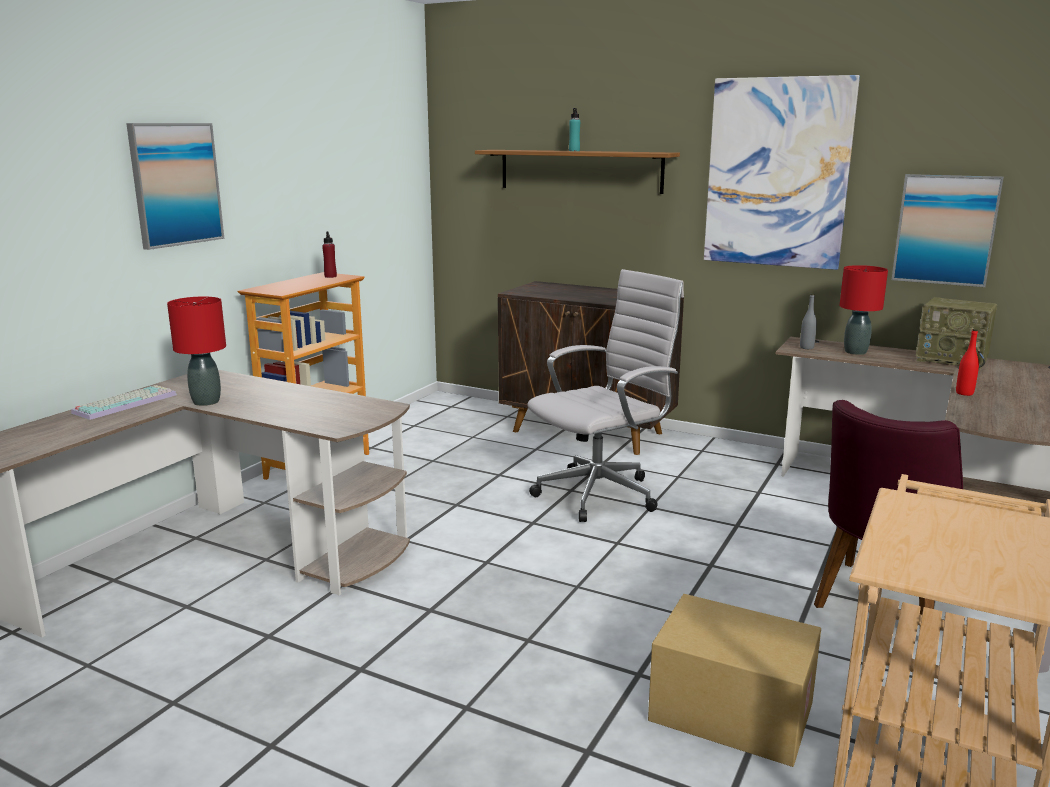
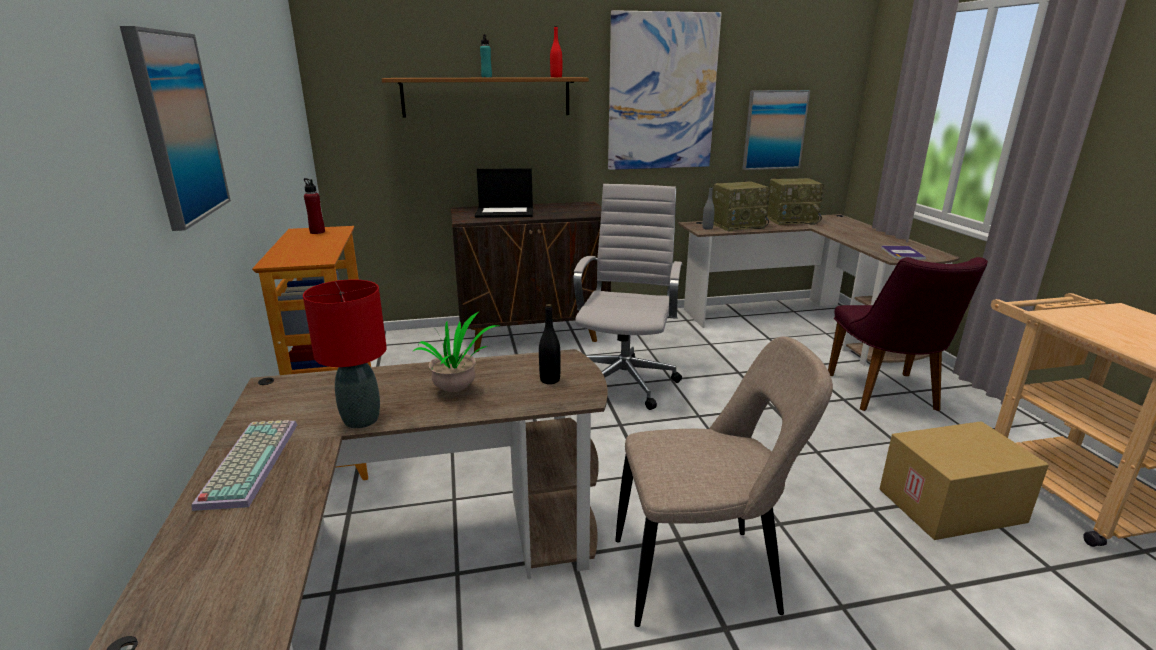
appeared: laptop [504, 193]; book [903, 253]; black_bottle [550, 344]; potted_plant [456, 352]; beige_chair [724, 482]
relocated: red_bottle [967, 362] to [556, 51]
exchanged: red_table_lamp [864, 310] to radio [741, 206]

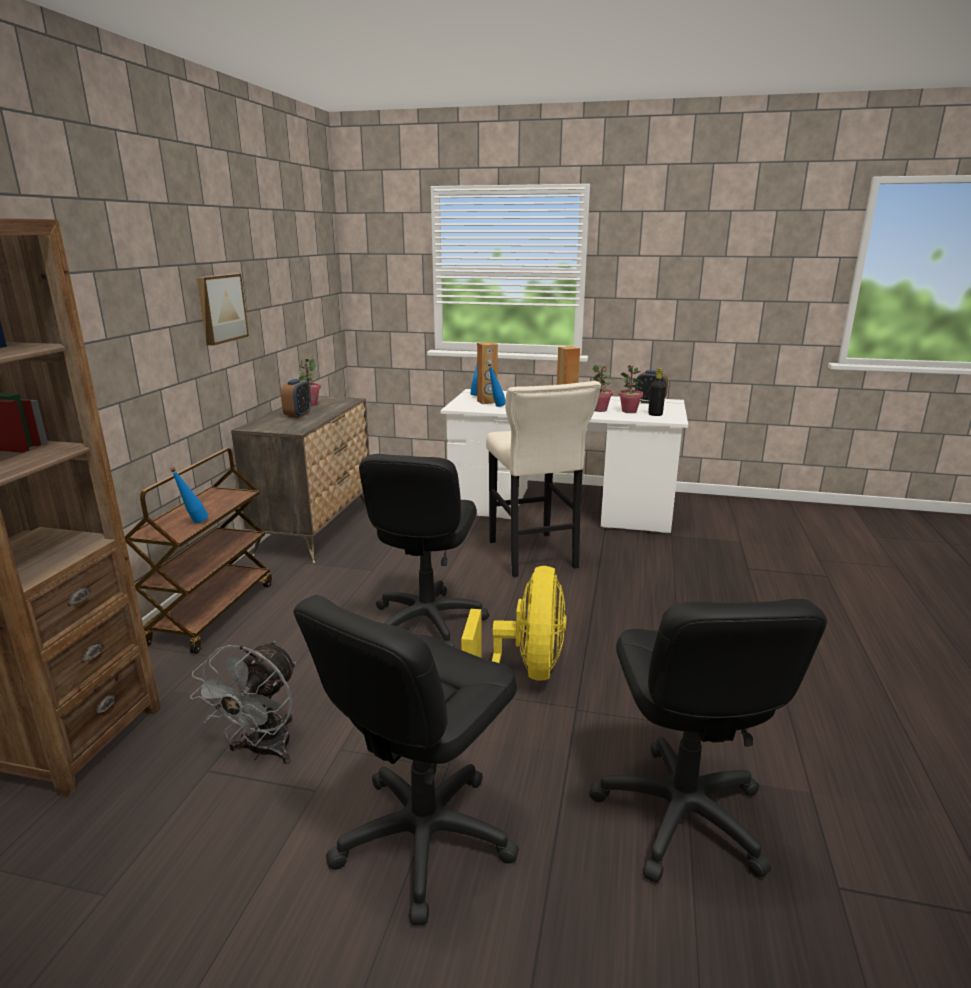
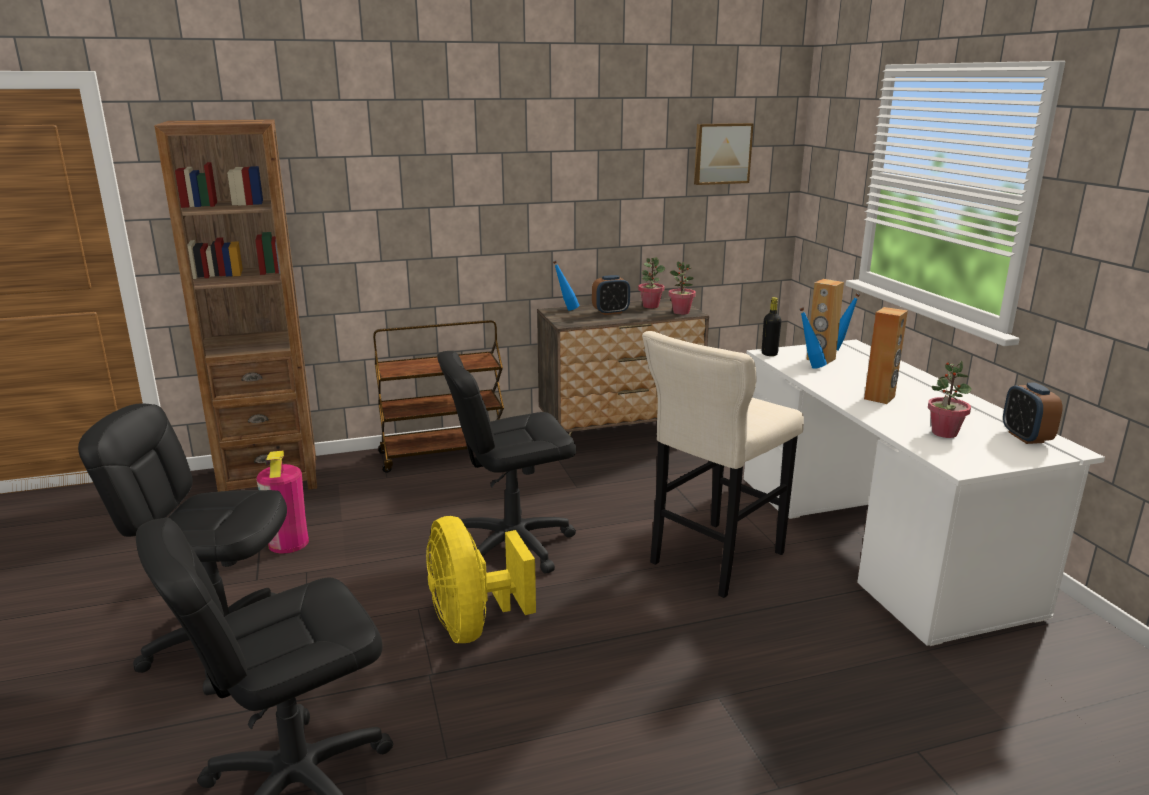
relocated: picture [223, 310] to [724, 154]; potted_plant [603, 388] to [682, 288]; black_bottle [657, 392] to [772, 326]; blue_bottle [189, 495] to [566, 286]
exchanged: grey_fan [243, 702] to fire_extinguisher [282, 502]
spun: yellow_fan [514, 623] = [481, 579] 90 degrees clockwise

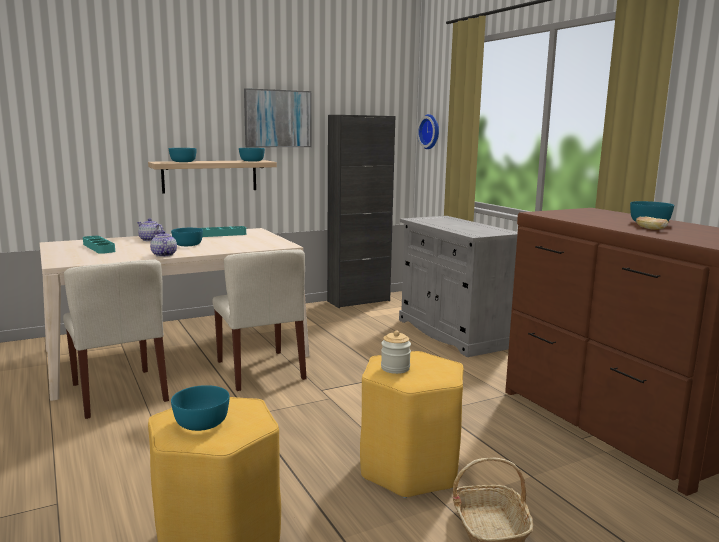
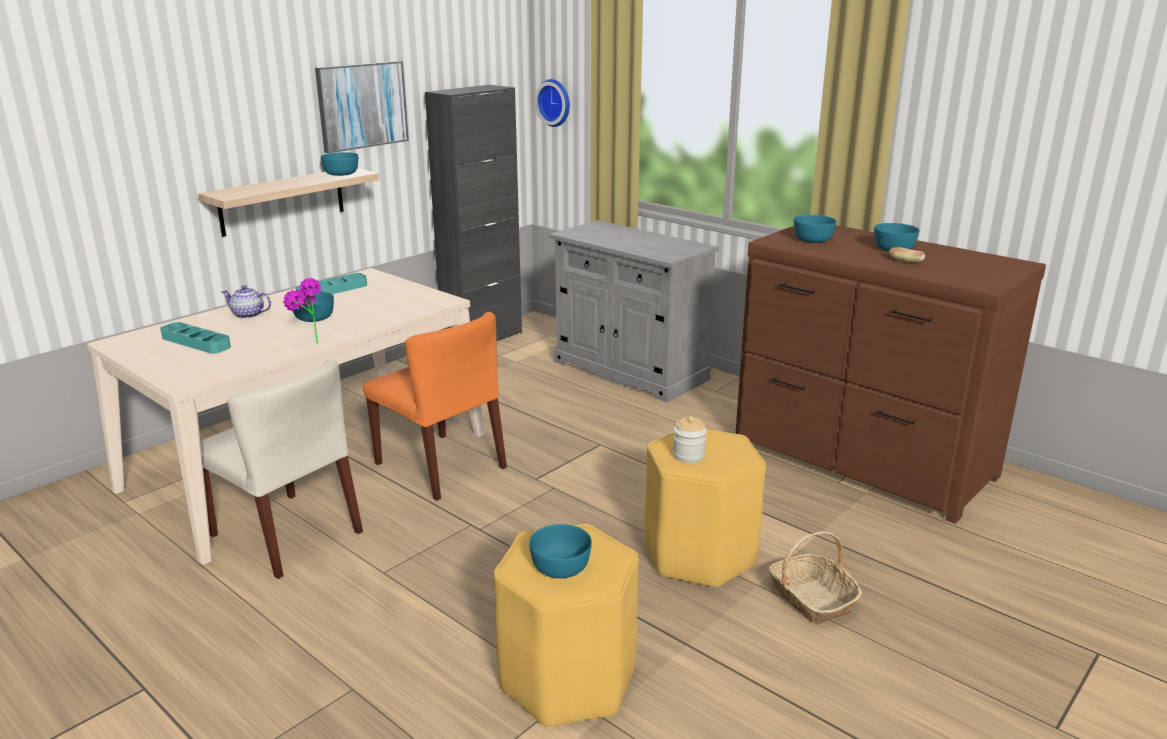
relocated: turquoise_bowl [183, 155] to [815, 229]
exchanged: teapot [163, 244] to potted_plant [302, 311]
colour: beige_chair [259, 320] to orange_chair [435, 406]

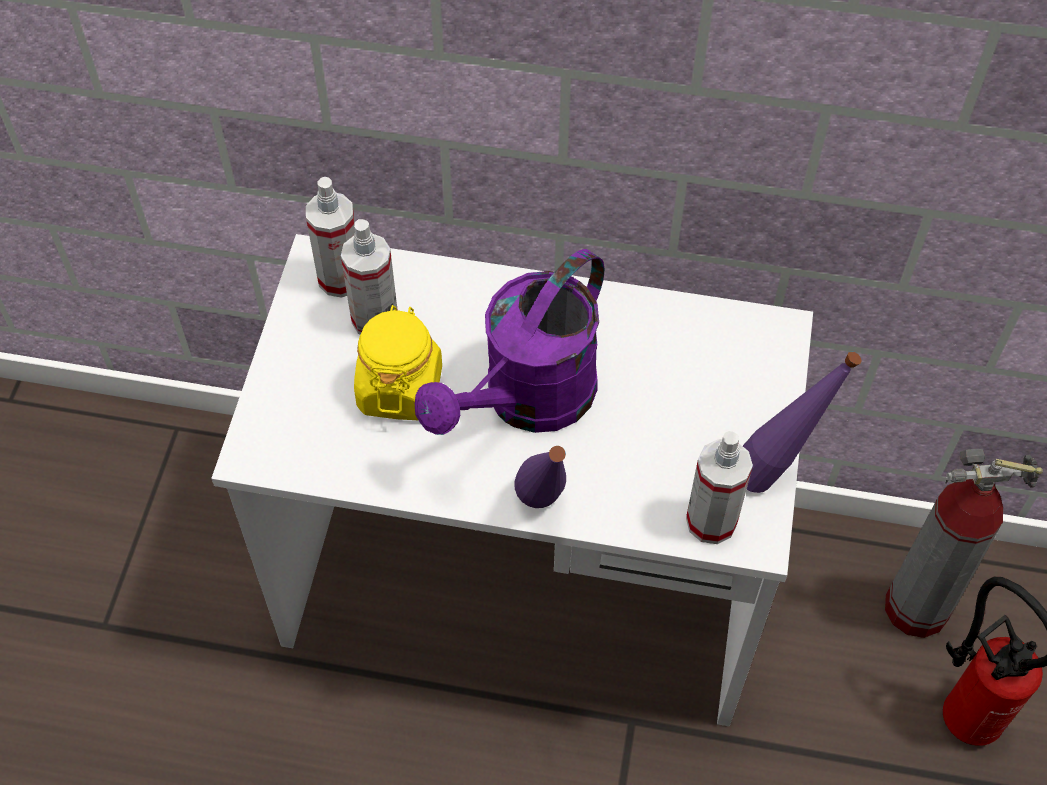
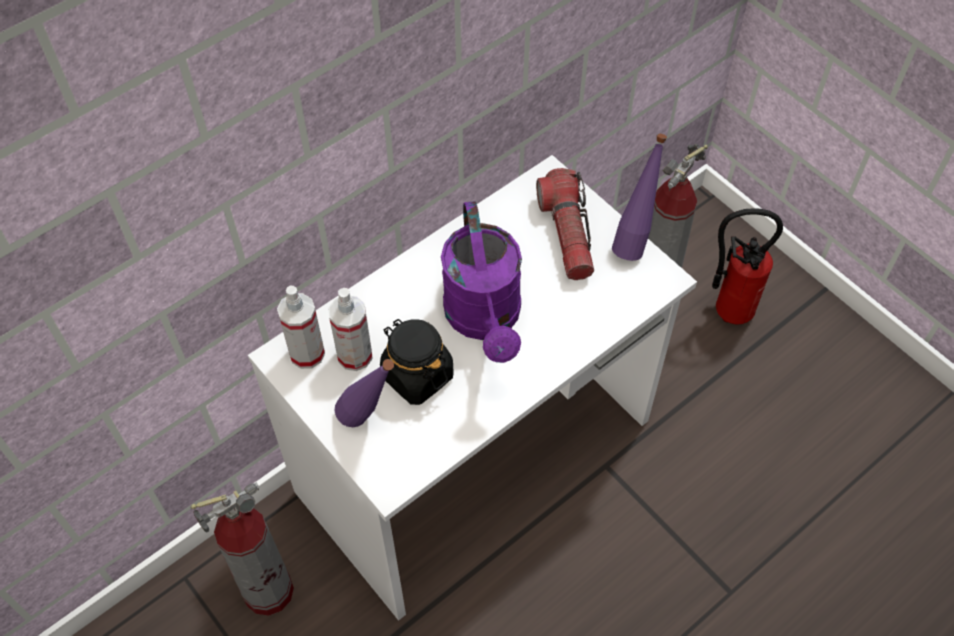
missing: spray_bottle [719, 487]
appeared: flashlight [565, 224]; fire_extinguisher [242, 549]
relocated: purple_bottle [540, 477] to [364, 393]
colour: yellow_jar [398, 363] to black_jar [417, 362]

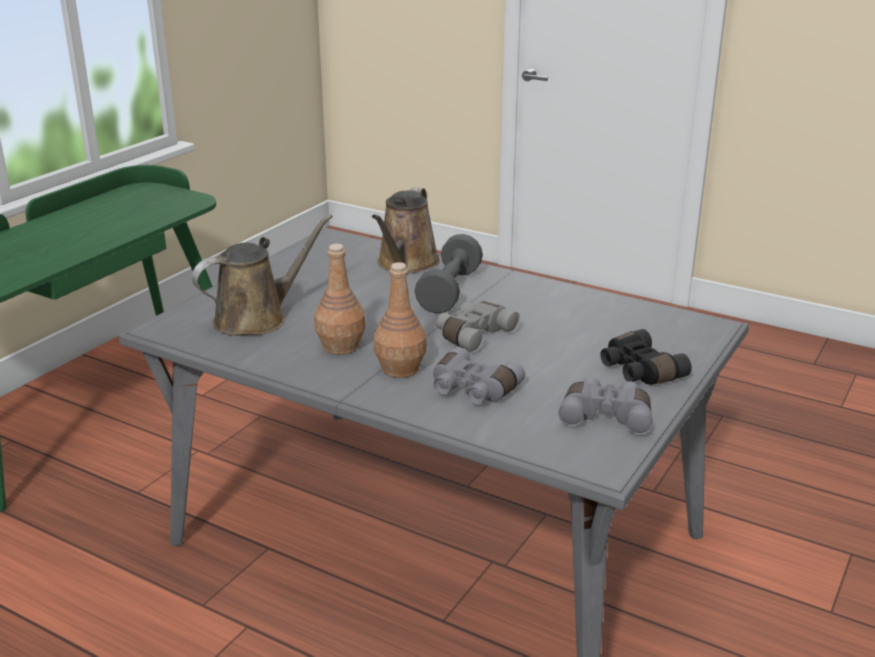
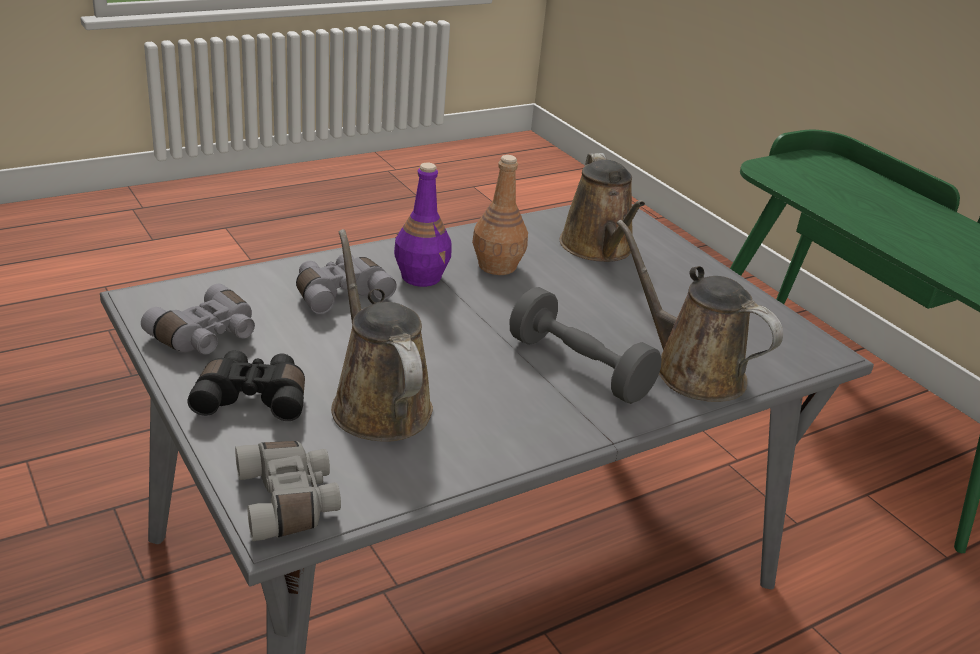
appeared: brown_watering_can [382, 335]
relocated: grey_binoculars [478, 326] to [288, 491]
colour: brown_bottle [400, 320] to purple_bottle [423, 225]

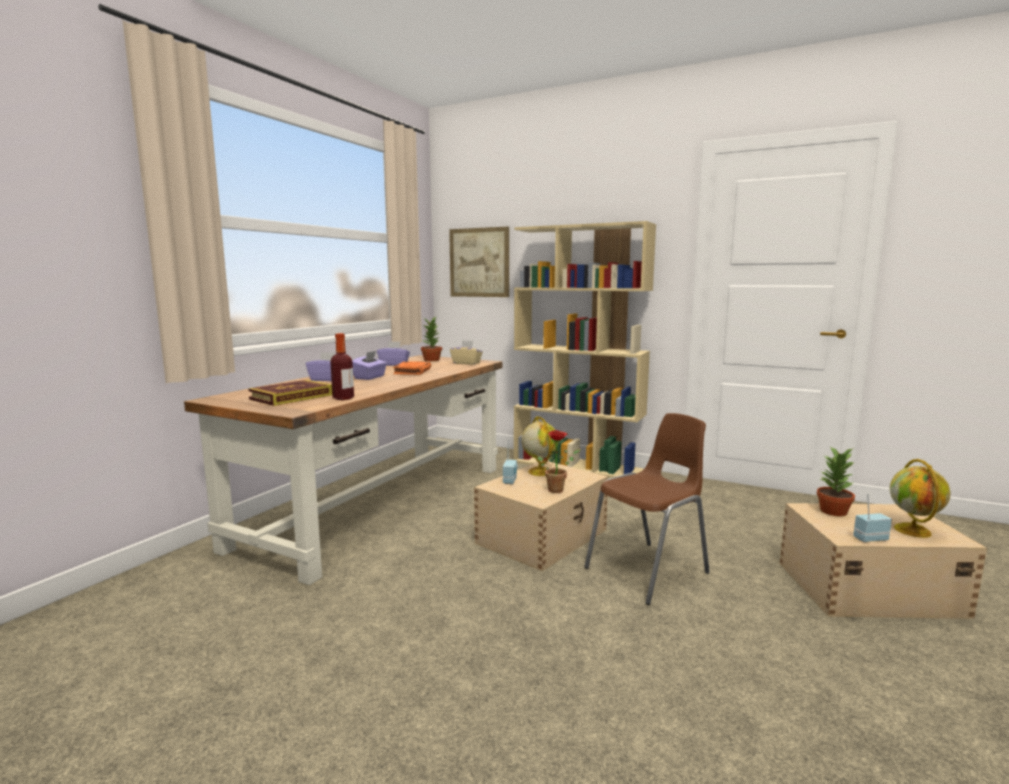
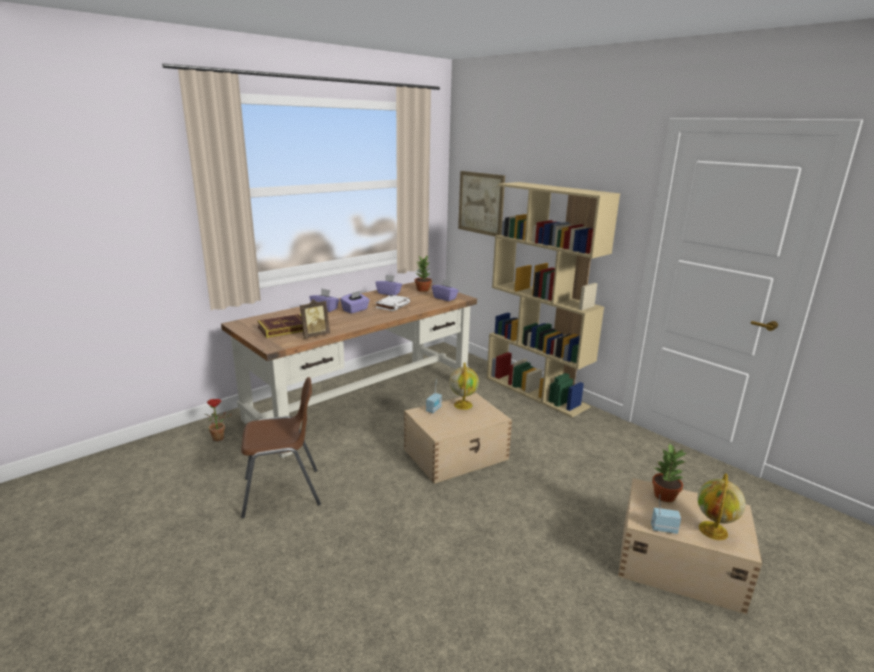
relocated: brown_chair [647, 509] to [281, 447]; potted_plant [559, 461] to [218, 420]
exchanged: bottle [342, 366] to picture_frame [315, 319]
colour: beige_tissue_box [466, 352] to purple_tissue_box [445, 290]; orange_book [412, 368] to white_book [392, 303]

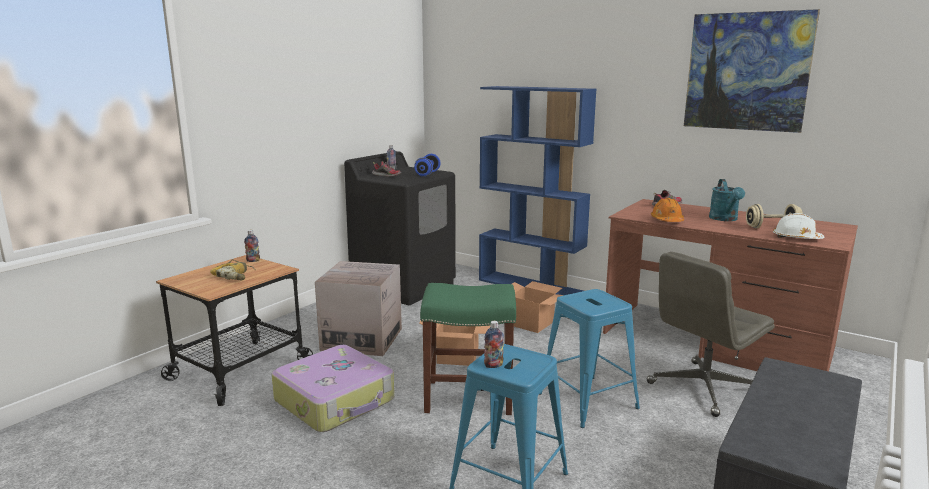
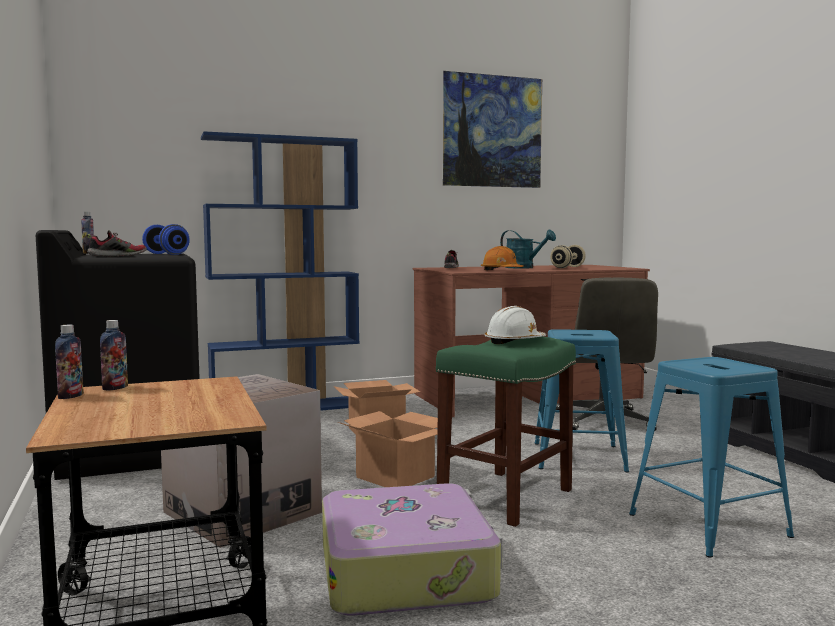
missing: power_drill [233, 270]
relocated: white_hard_hat [798, 226] to [515, 325]; bottle [494, 344] to [69, 362]

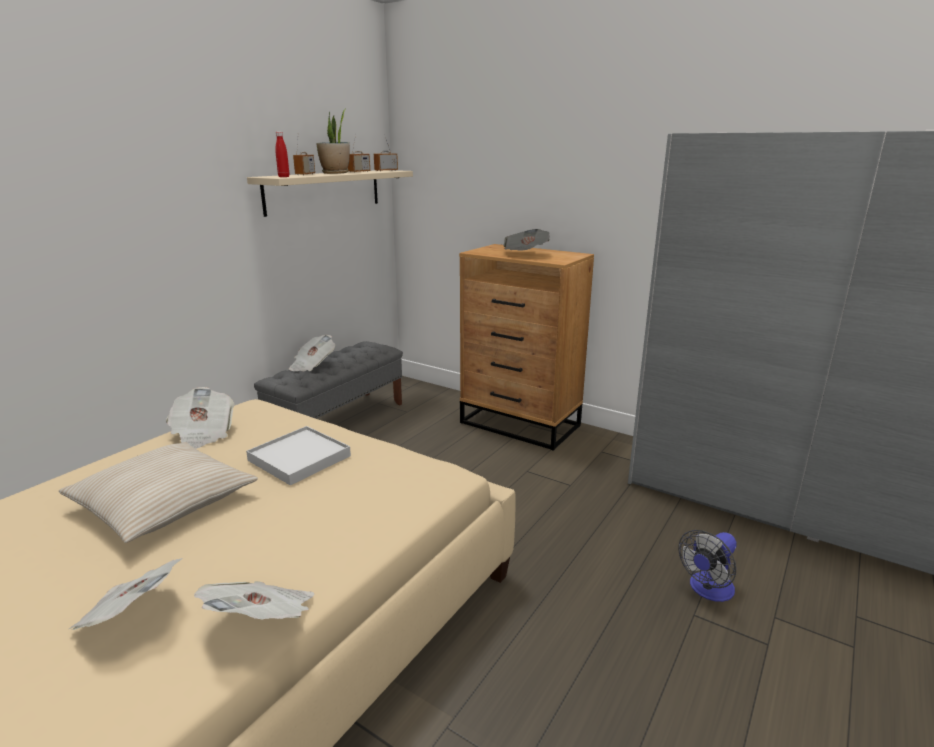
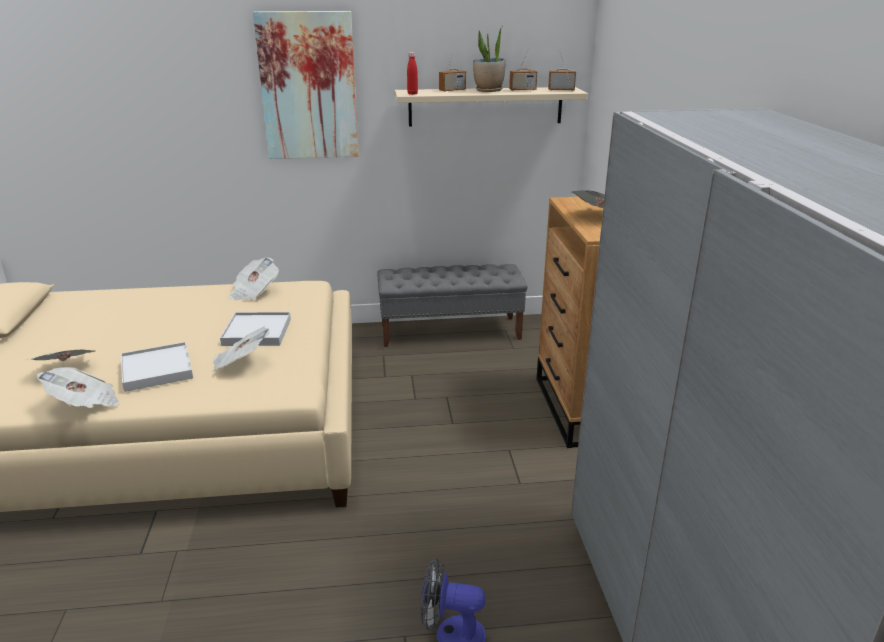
missing: beige_pillow [158, 492]
appeared: picture [306, 85]; white_tray [157, 367]
relocated: newspaper [312, 353] to [241, 348]

